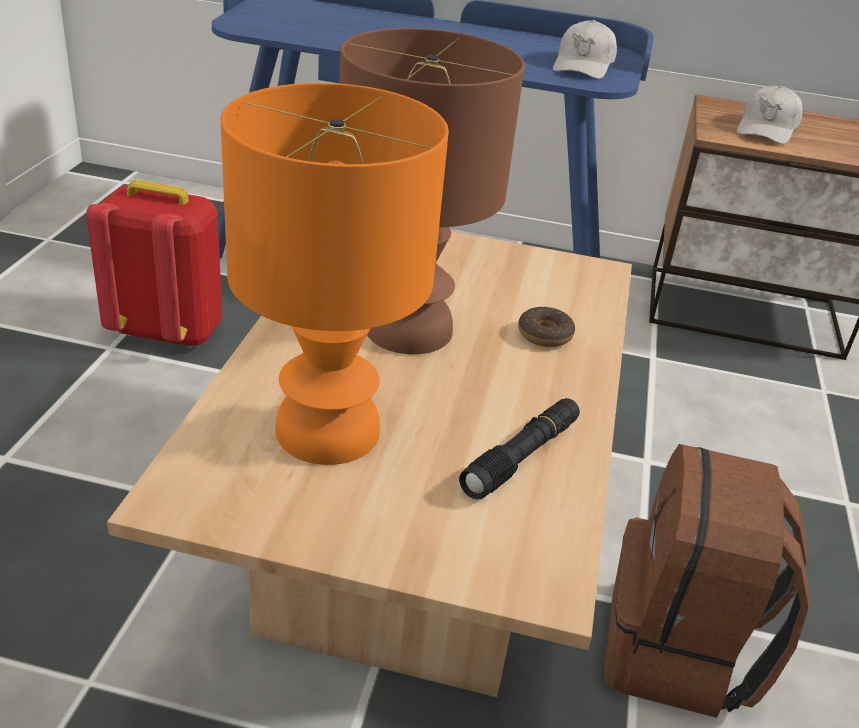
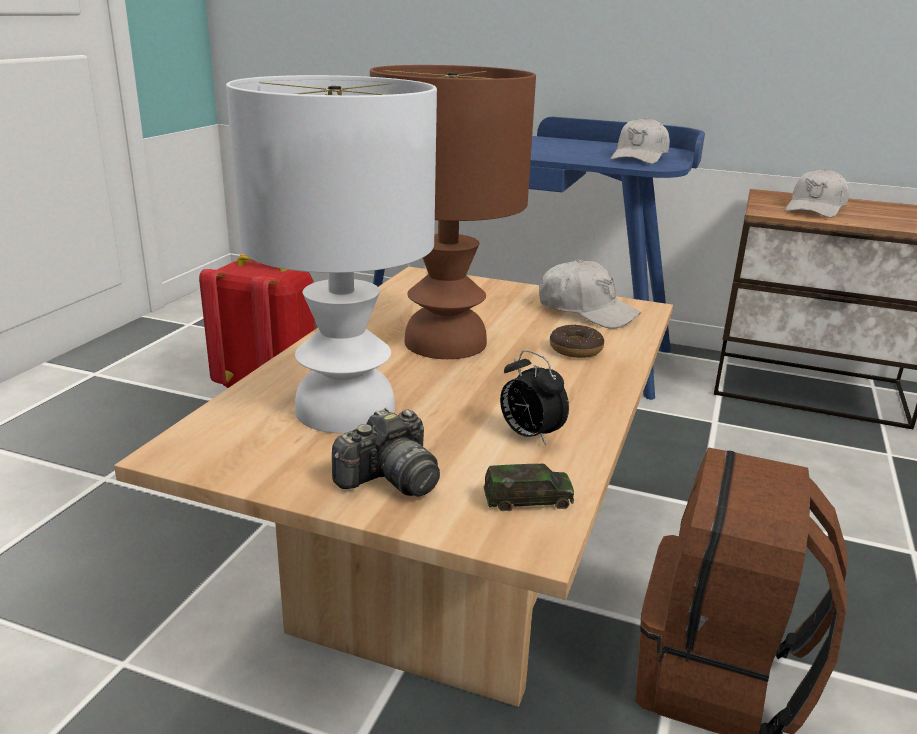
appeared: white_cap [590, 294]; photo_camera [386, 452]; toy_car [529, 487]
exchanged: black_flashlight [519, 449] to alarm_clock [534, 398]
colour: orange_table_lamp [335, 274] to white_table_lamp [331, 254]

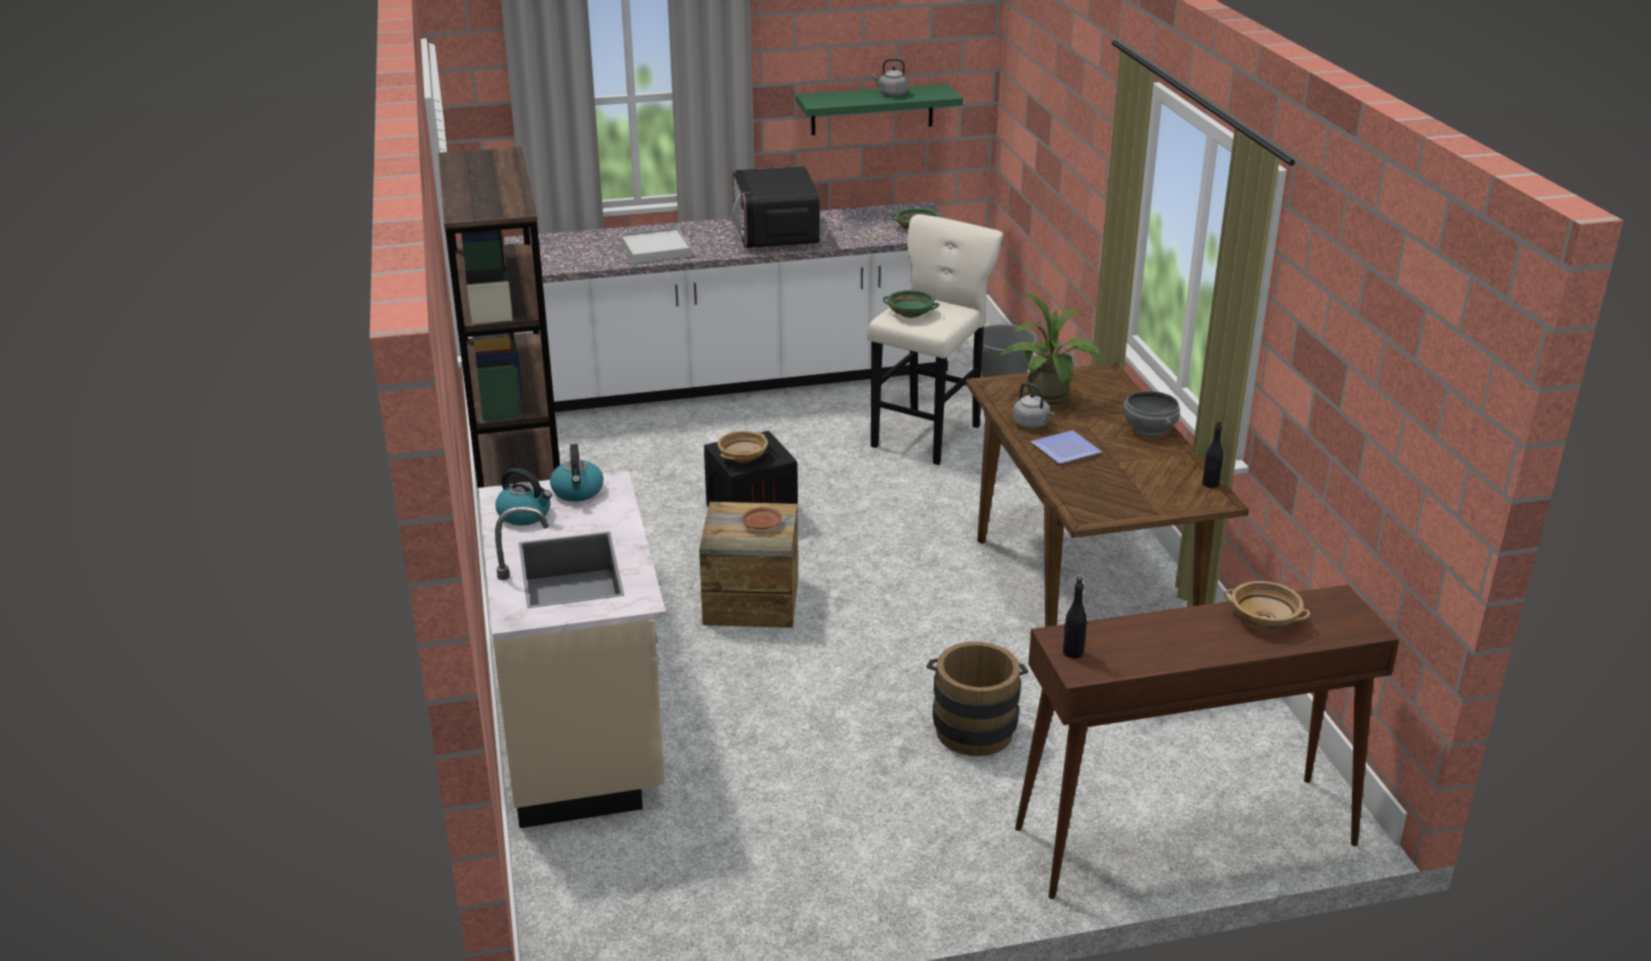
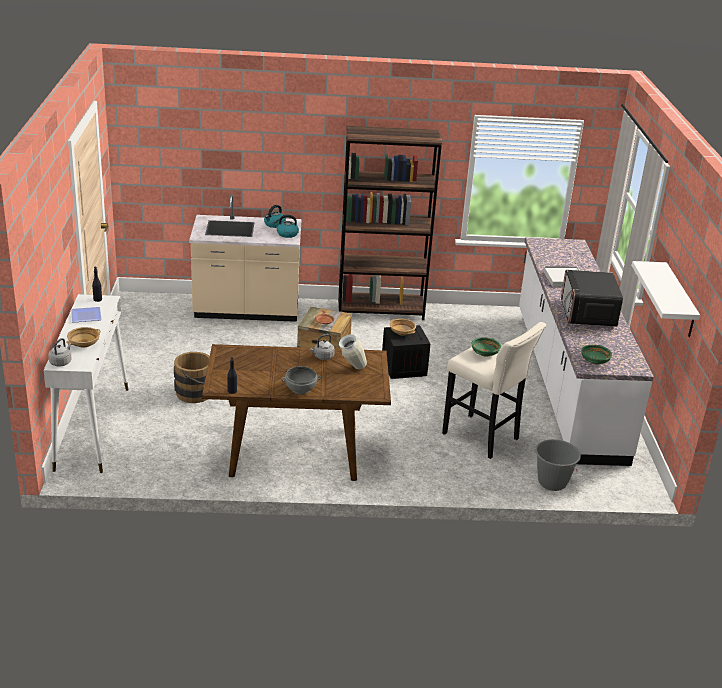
relocated: grey_kettle [890, 77] to [60, 352]; plate [1066, 447] to [86, 315]
exchanged: potted_plant [1053, 347] to vase [353, 351]
colour: green_shelf [879, 109] to white_shelf [665, 299]; brown_console_table [1207, 742] to white_console_table [86, 383]
spun: microwave [776, 207] = [592, 298] 90 degrees counterclockwise

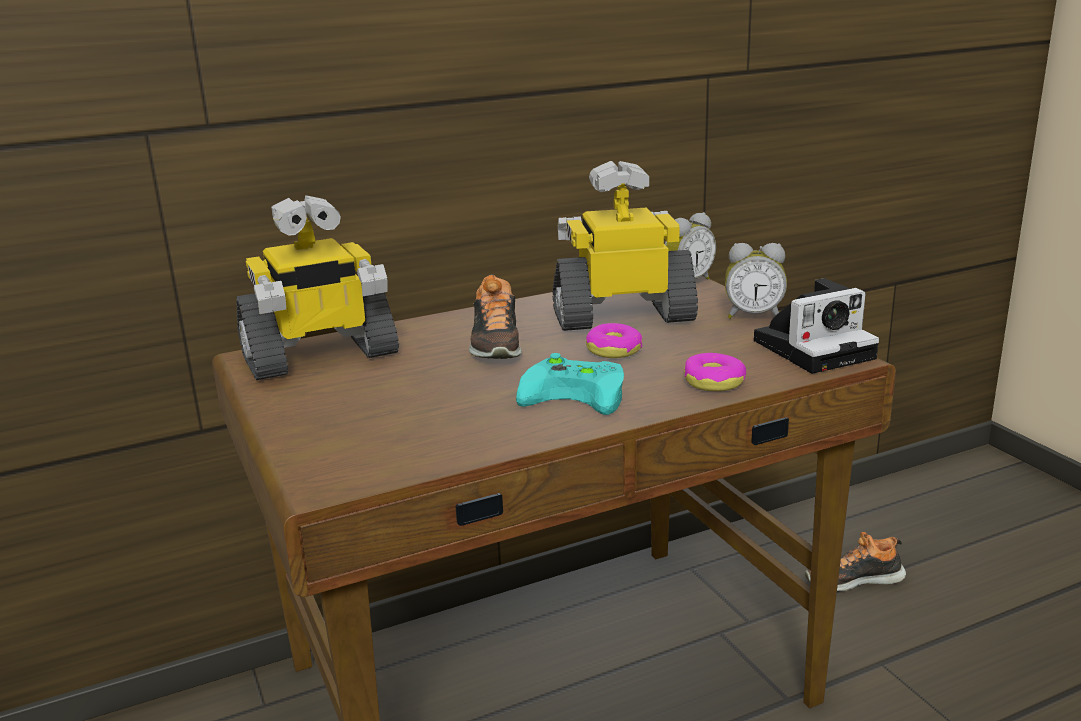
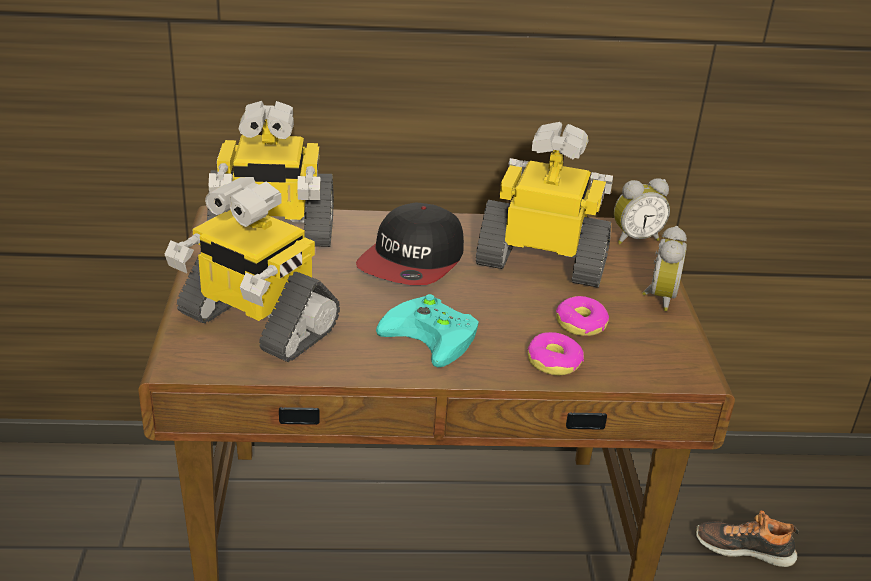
missing: photo_camera [816, 326]
appeared: toy_robot [252, 269]
relocated: donut [614, 340] to [582, 316]
exchanged: shoe [495, 316] to cap [410, 244]
spun: alarm_clock [756, 281] = [664, 268] 105 degrees counterclockwise

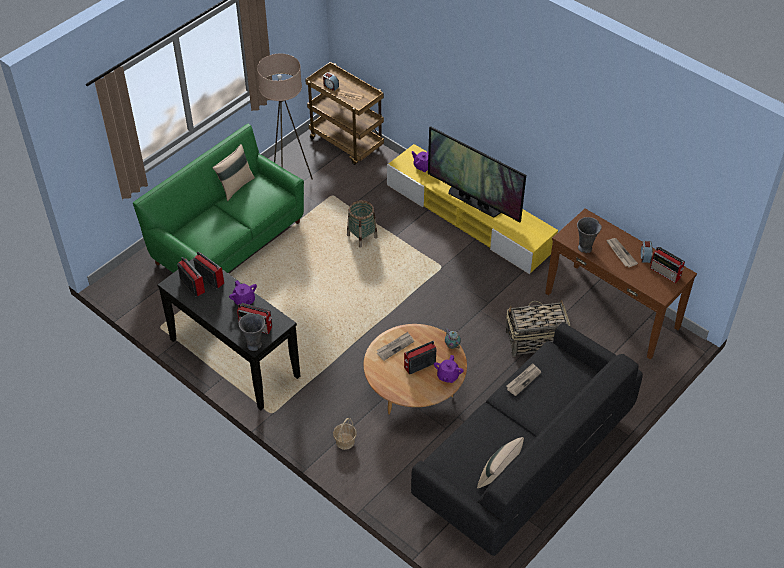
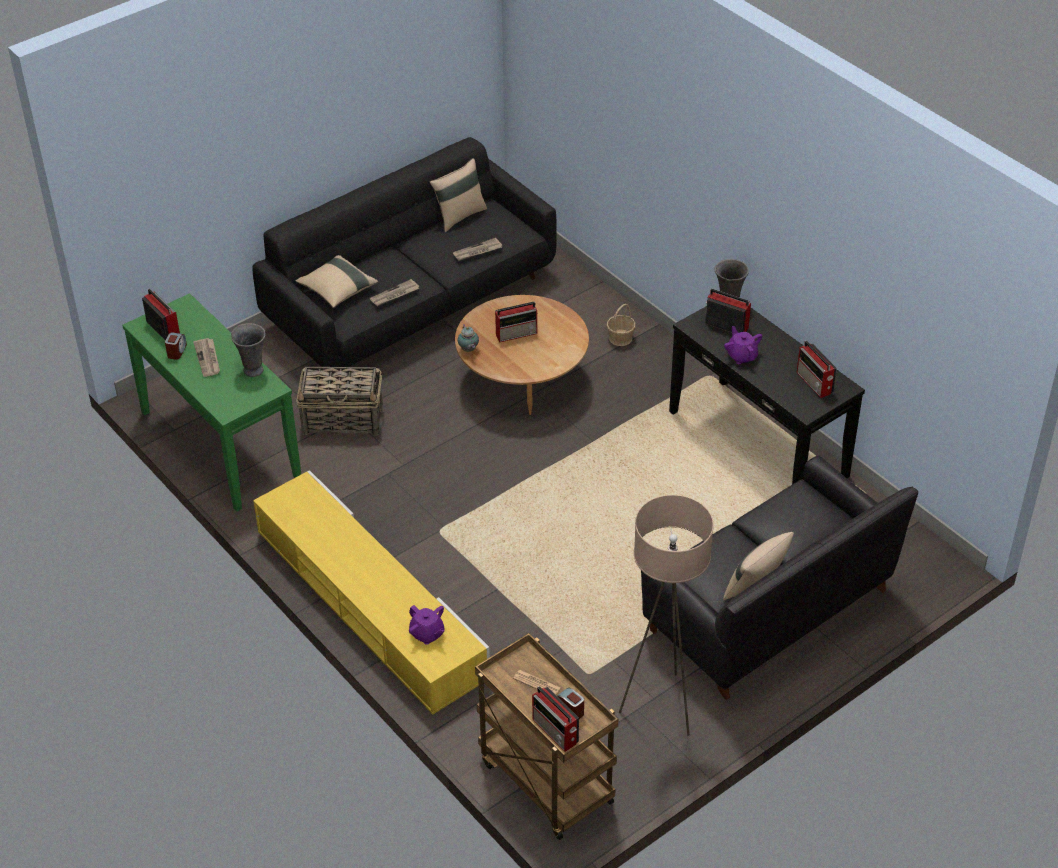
missing: television [477, 174]; basket [362, 224]; purple_teapot [449, 369]
appeared: beige_pillow [337, 281]
relocated: radio [208, 270] to [555, 719]; newspaper [395, 346] to [477, 249]
colour: green_sofa [218, 198] to black_sofa [779, 578]; brown_console_table [621, 284] to green_console_table [211, 402]

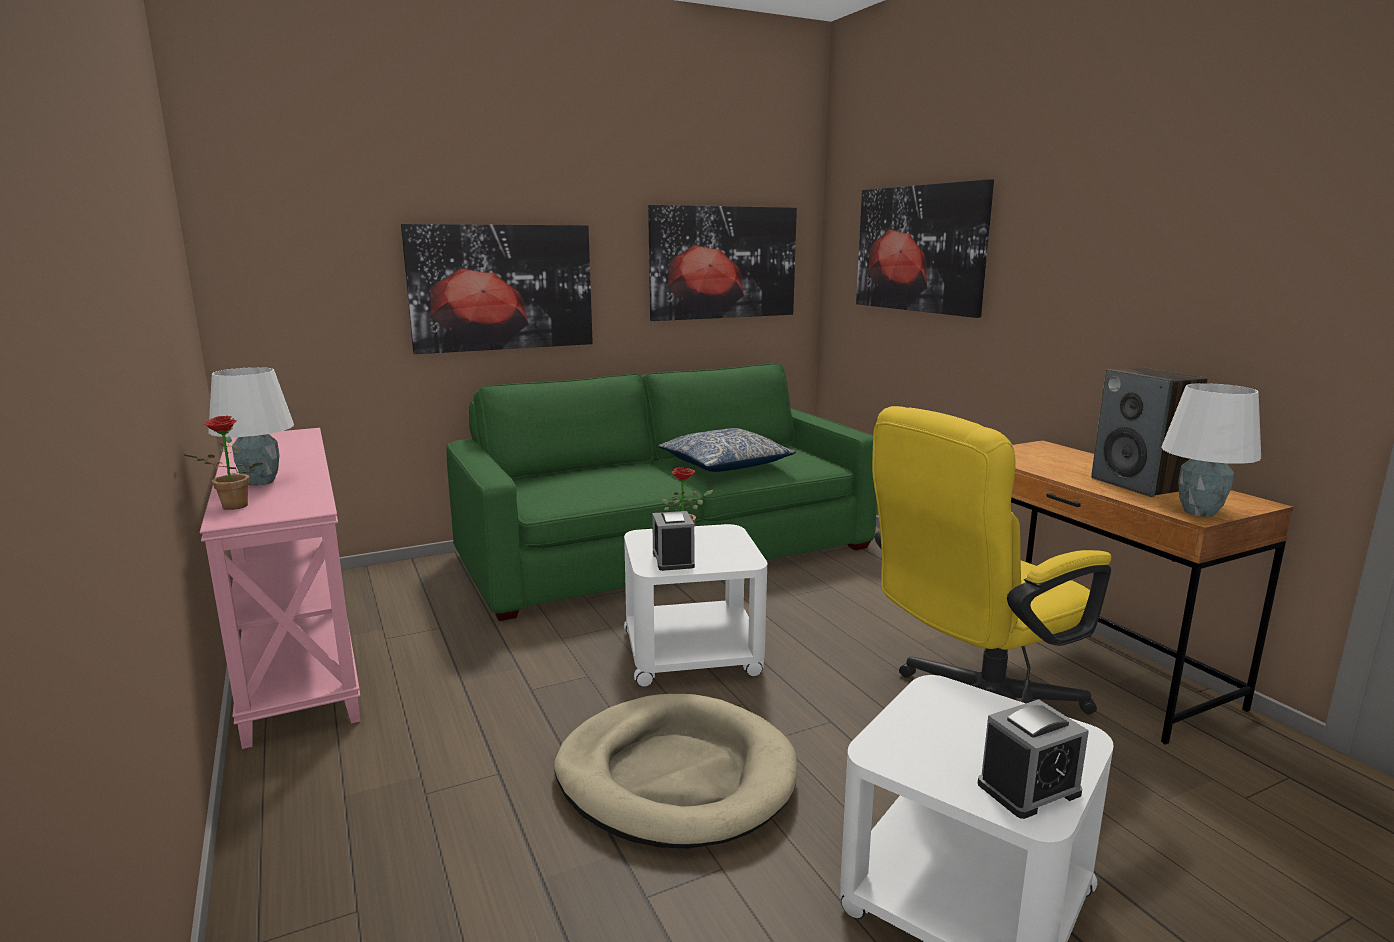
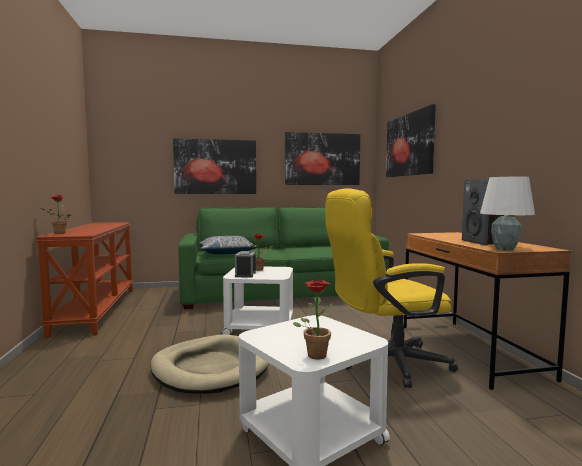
missing: white_table_lamp [251, 426]
relocated: pillow [727, 450] to [228, 245]
exchanged: alarm_clock [1033, 759] to potted_plant [313, 319]
colour: pink_console_table [280, 588] to brown_console_table [84, 280]

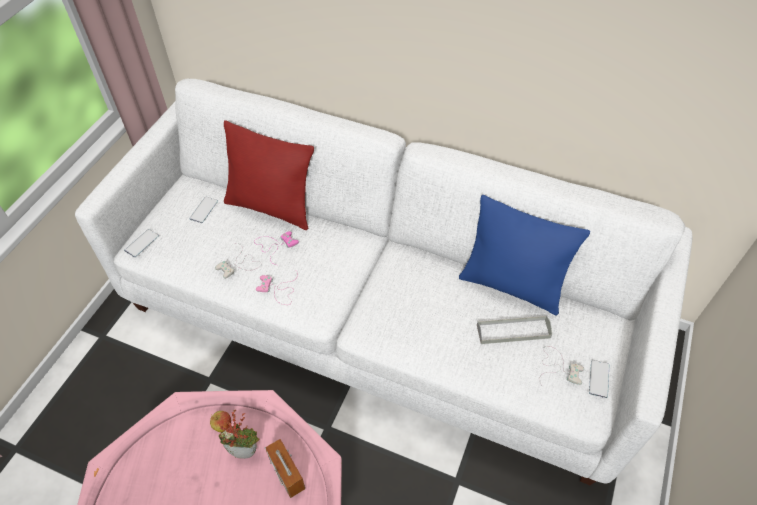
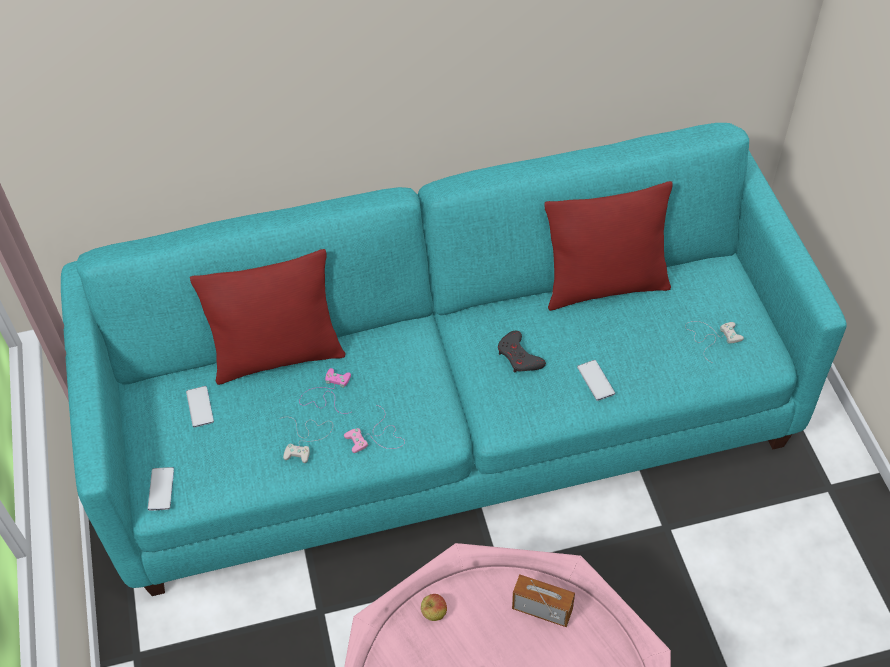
missing: grey_tray [514, 330]; potted_plant [239, 434]
appeared: grey_game_controller [522, 352]
relocated: phone [599, 379] to [596, 380]
colour: white_sofa [384, 282] to turquoise_sofa [454, 359]; blue_pillow [524, 255] to red_pillow [608, 246]

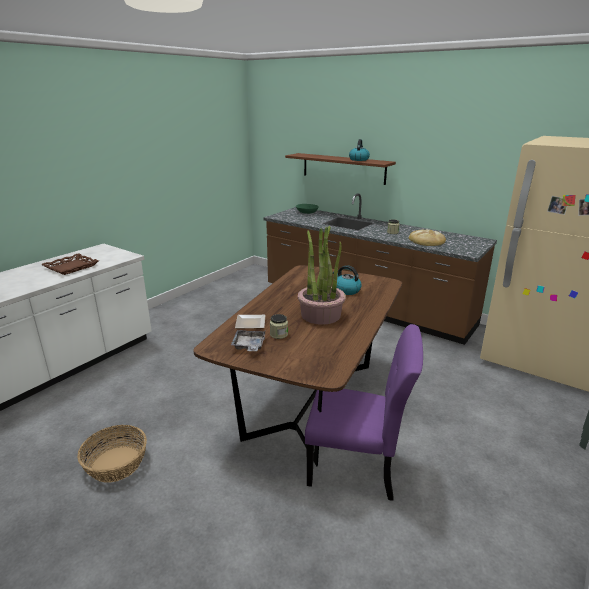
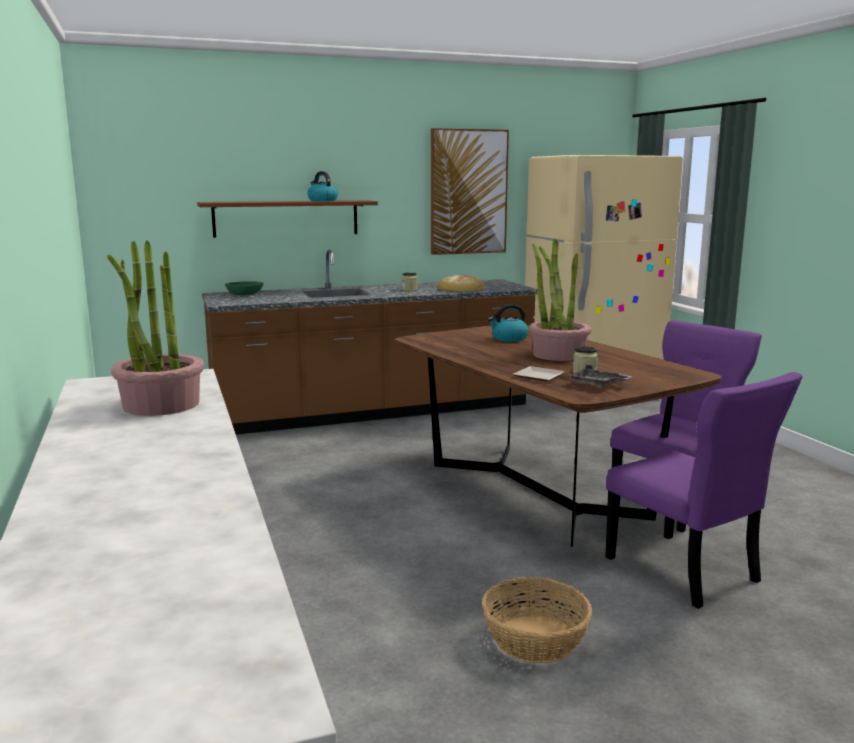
appeared: picture [470, 191]; purple_chair [703, 490]
exchanged: brown_tray [70, 264] to potted_plant [155, 328]

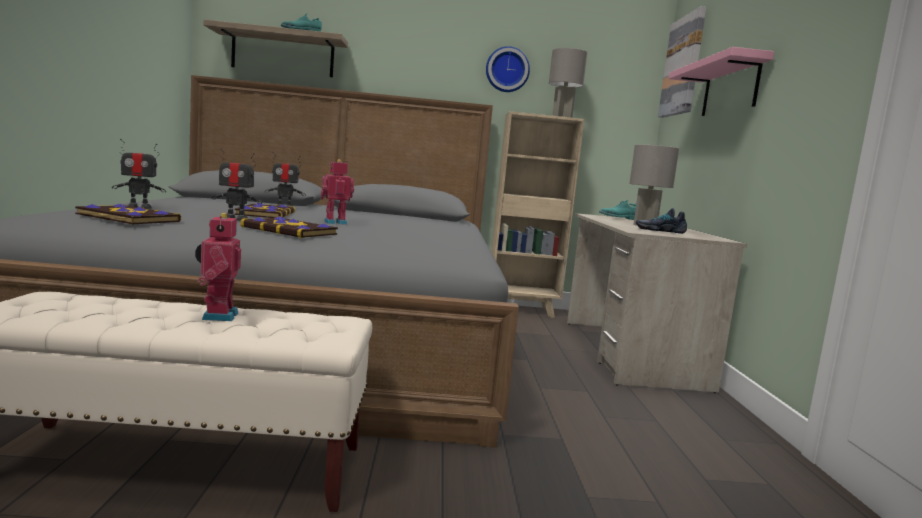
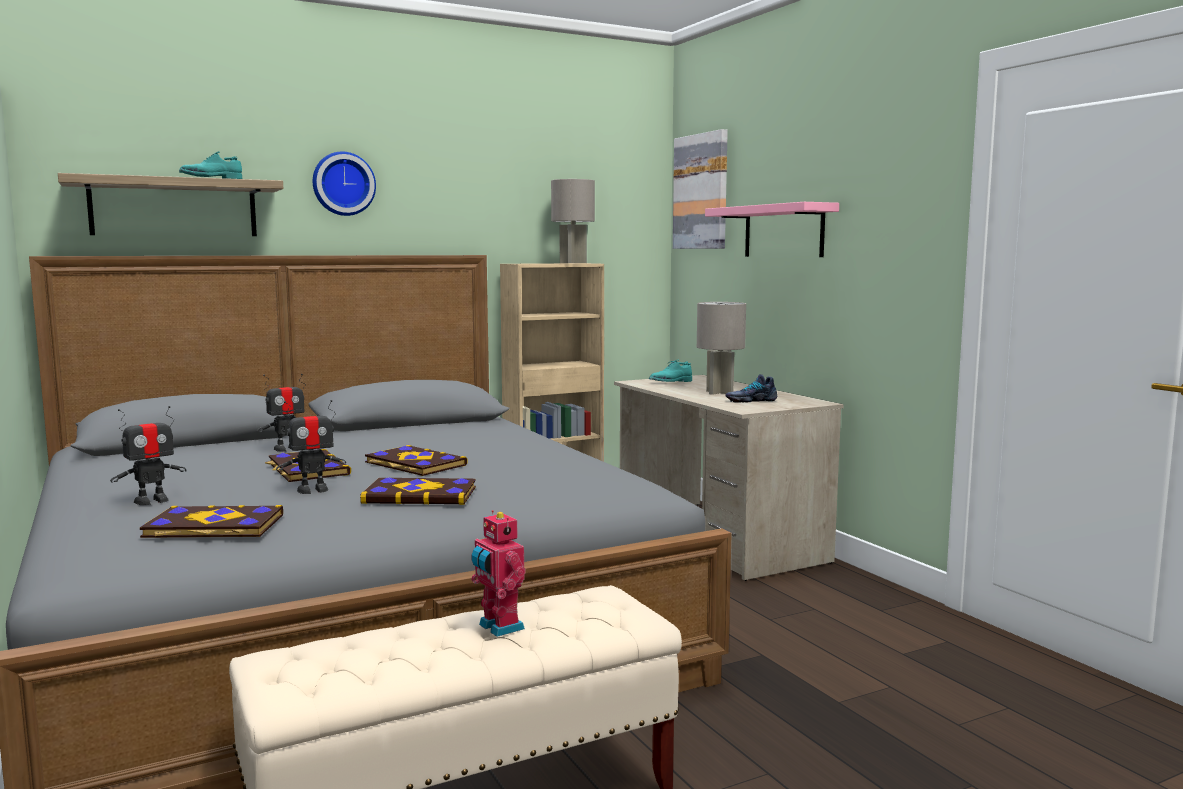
relocated: wall_clock [508, 69] to [344, 183]
exchanged: toy_robot [337, 192] to book [416, 460]

